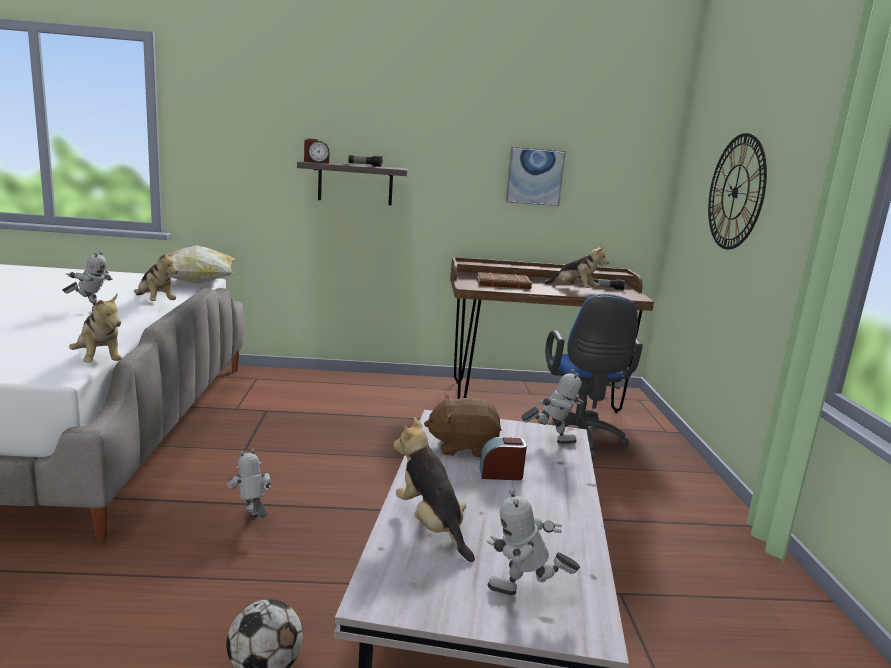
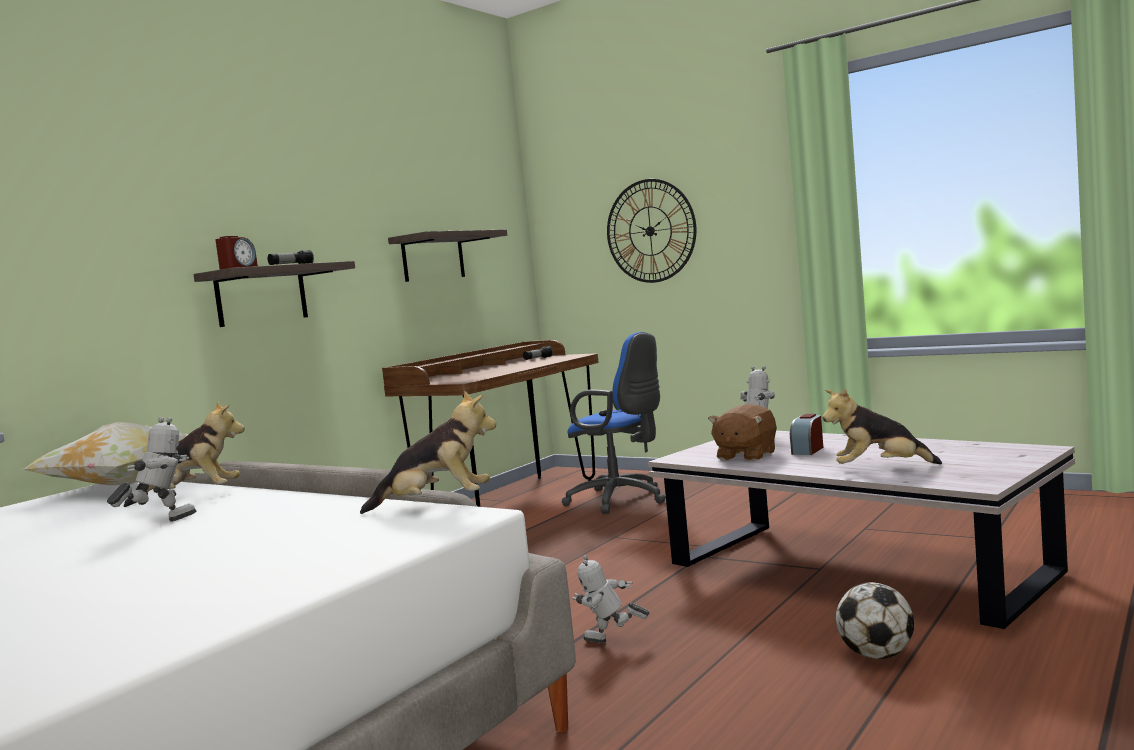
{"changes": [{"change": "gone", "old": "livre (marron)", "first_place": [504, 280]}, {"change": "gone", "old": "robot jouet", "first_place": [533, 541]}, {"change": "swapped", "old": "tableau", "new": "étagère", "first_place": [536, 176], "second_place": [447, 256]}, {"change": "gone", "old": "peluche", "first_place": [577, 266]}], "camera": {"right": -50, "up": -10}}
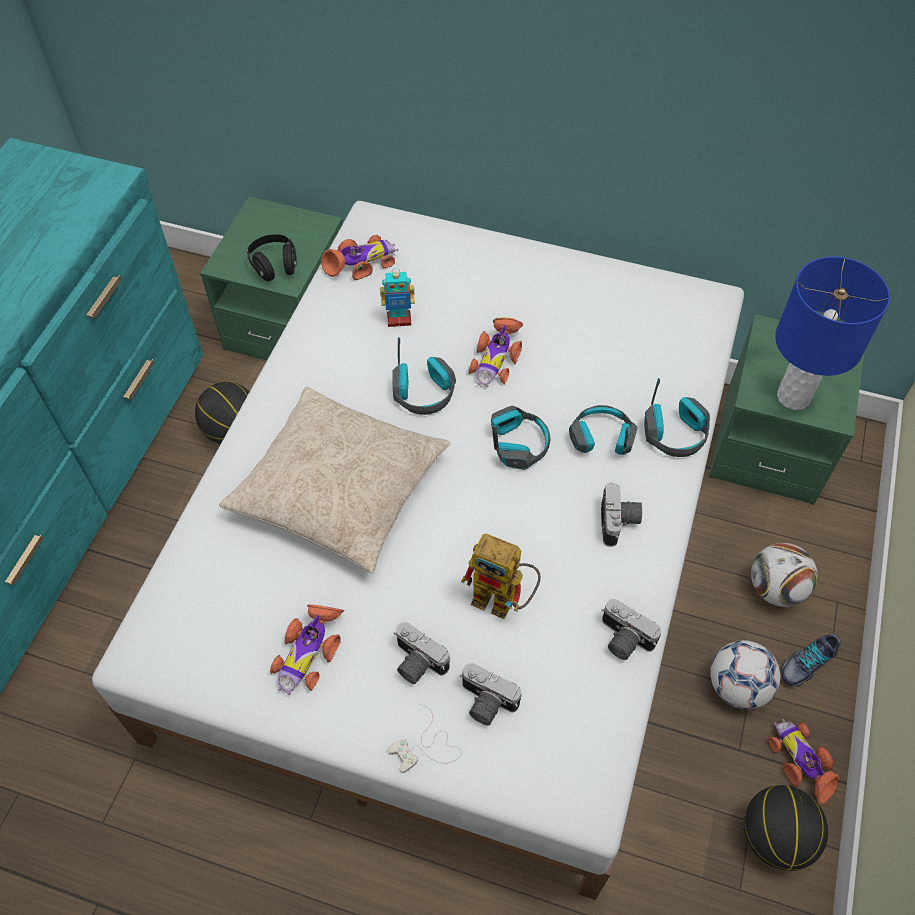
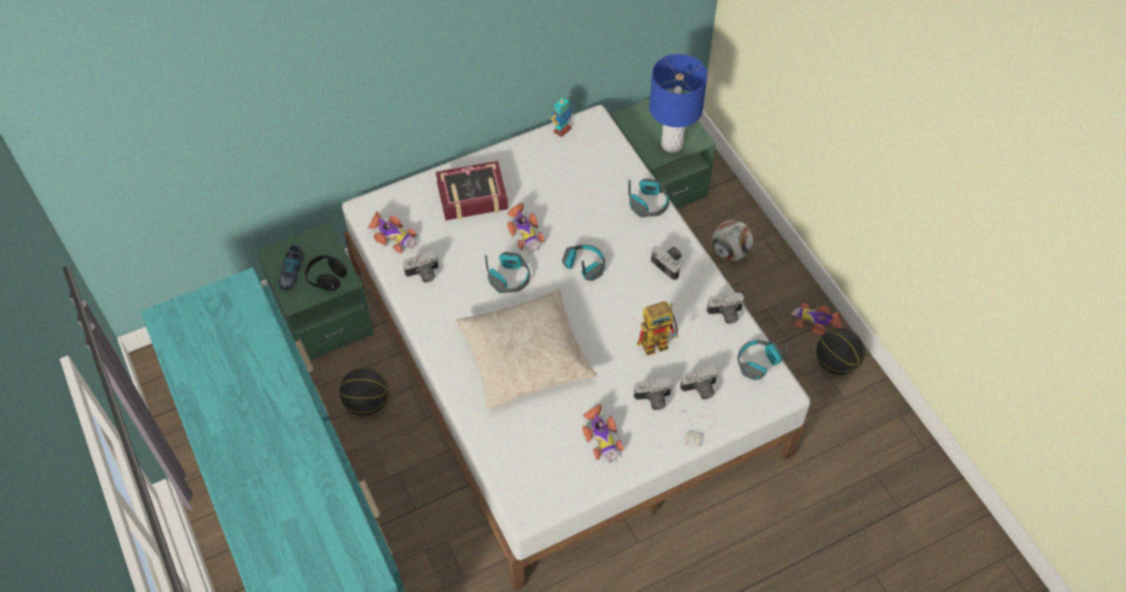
{"changes": [{"change": "rotated", "old": "petite voiture", "first_place": [360, 257], "second_place": [392, 232], "degrees": 105}, {"change": "shifted", "old": "robot jouet", "first_place": [397, 297], "second_place": [561, 117]}, {"change": "shifted", "old": "casque audio", "first_place": [603, 430], "second_place": [763, 360]}, {"change": "gone", "old": "ballon de foot", "first_place": [745, 674]}, {"change": "shifted", "old": "chaussure", "first_place": [811, 660], "second_place": [291, 267]}, {"change": "new", "new": "appareil photo", "second_place": [421, 266]}, {"change": "new", "new": "livre", "second_place": [472, 190]}], "camera": {"right": -45, "up": 0}}
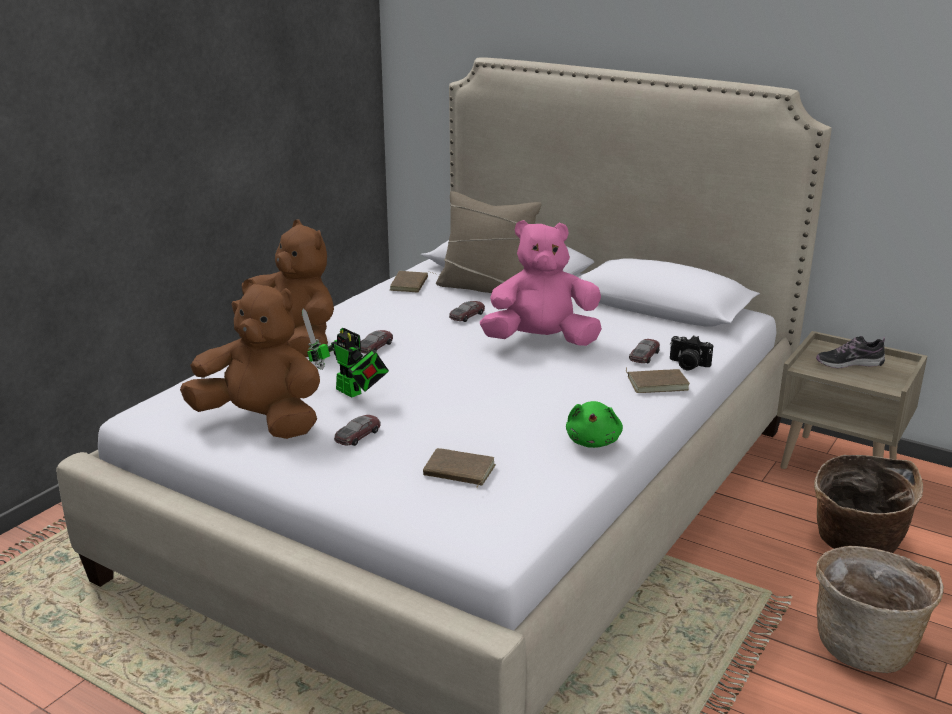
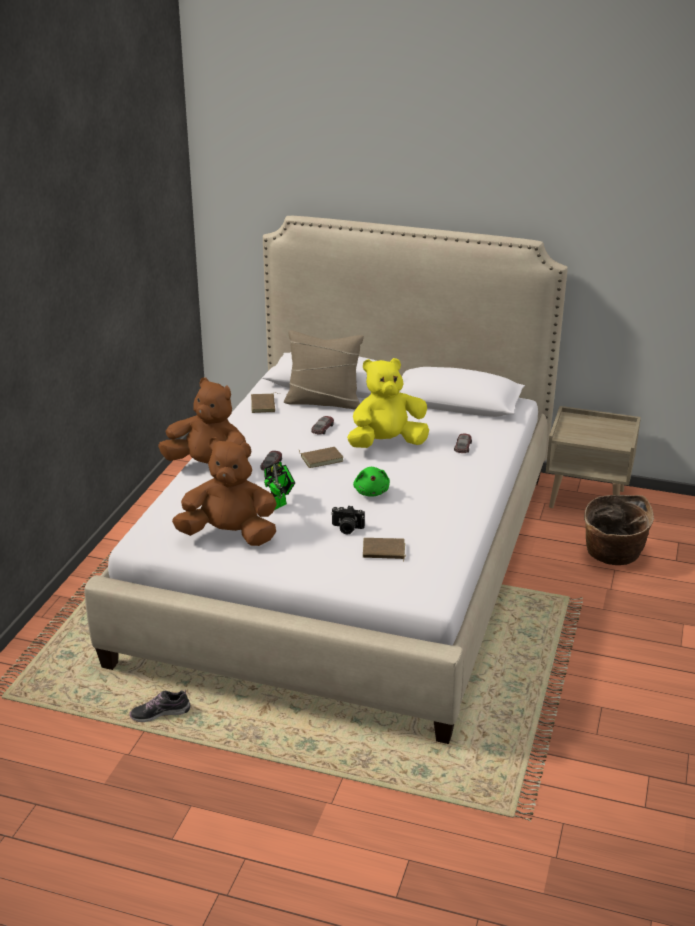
{"changes": [{"change": "rotated", "old": "robot jouet", "first_place": [345, 353], "second_place": [279, 485], "degrees": -75}, {"change": "gone", "old": "petite voiture", "first_place": [357, 430]}, {"change": "repainted", "old": "peluche (rose)", "new": "peluche (jaune)", "first_place": [541, 283], "second_place": [388, 403]}, {"change": "shifted", "old": "peluche (vert)", "first_place": [594, 424], "second_place": [371, 482]}, {"change": "shifted", "old": "livre (marron)", "first_place": [657, 380], "second_place": [321, 457]}, {"change": "shifted", "old": "appareil photo", "first_place": [691, 352], "second_place": [348, 520]}, {"change": "shifted", "old": "chaussure", "first_place": [850, 352], "second_place": [160, 706]}, {"change": "gone", "old": "panier", "first_place": [880, 609]}], "camera": {"right": -15, "up": 5}}
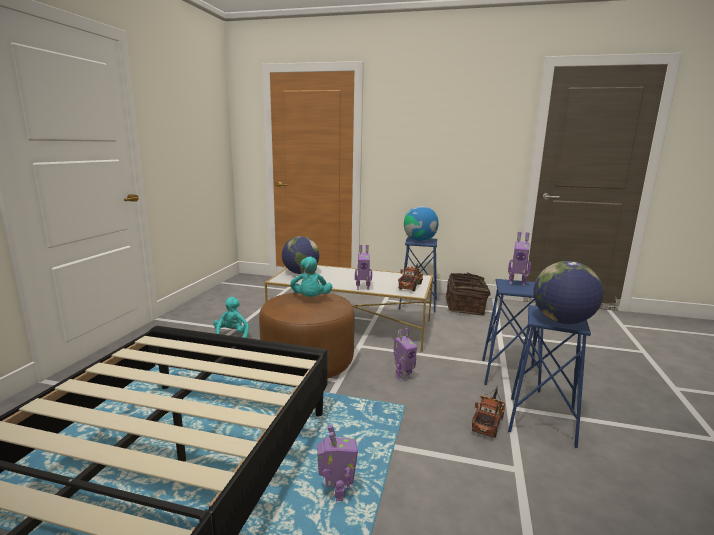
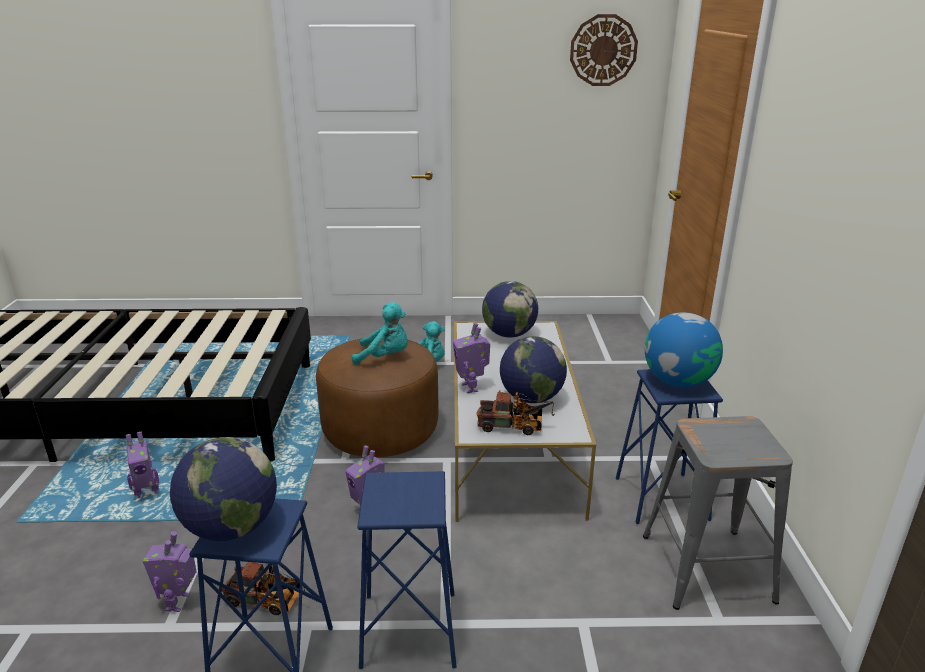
{"changes": [{"change": "rotated", "old": "peluche (turquoise)", "first_place": [311, 277], "second_place": [380, 333], "degrees": -150}, {"change": "swapped", "old": "panier", "new": "tabouret (gris)", "first_place": [468, 294], "second_place": [718, 513]}, {"change": "shifted", "old": "robot jouet", "first_place": [519, 259], "second_place": [169, 572]}, {"change": "new", "new": "globe", "second_place": [533, 369]}, {"change": "new", "new": "horloge murale", "second_place": [604, 50]}], "camera": {"right": 75, "up": 10}}
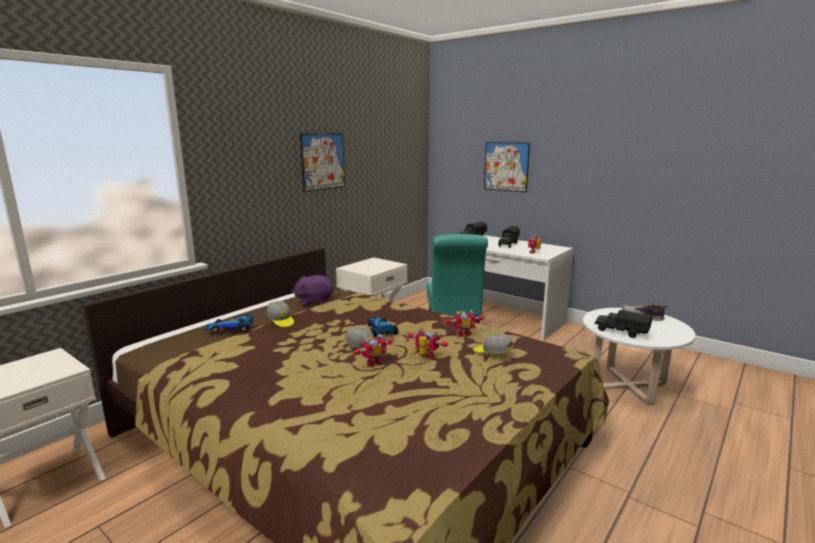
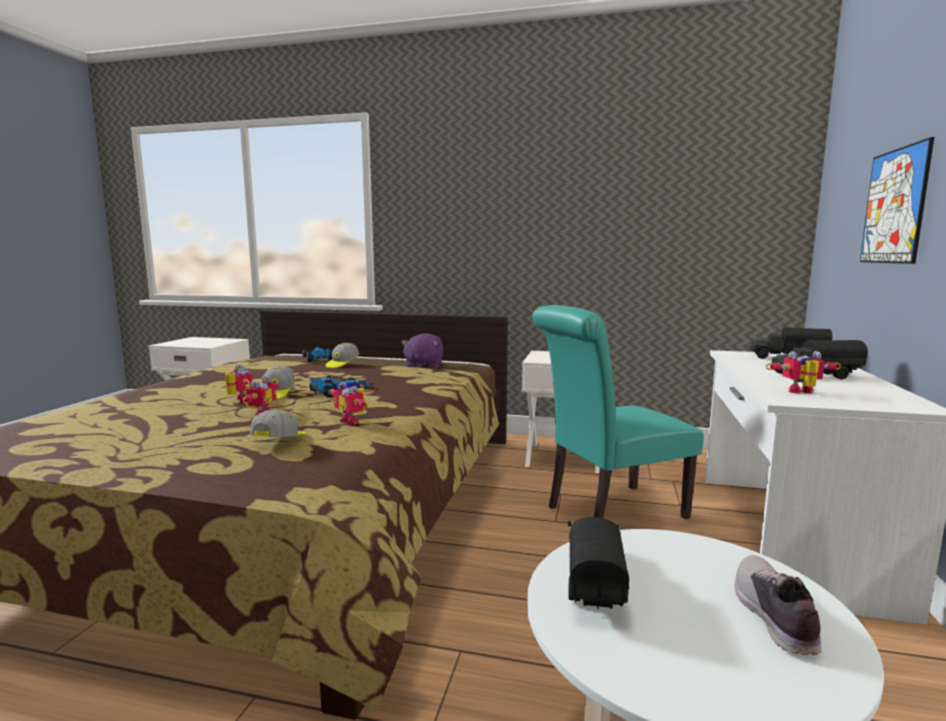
{"changes": [{"change": "rotated", "old": "peluche (violet)", "first_place": [313, 290], "second_place": [422, 351], "degrees": -135}, {"change": "gone", "old": "tableau", "first_place": [322, 163]}, {"change": "rotated", "old": "robot jouet", "first_place": [373, 350], "second_place": [239, 383], "degrees": -150}], "camera": {"right": 65, "up": -5}}
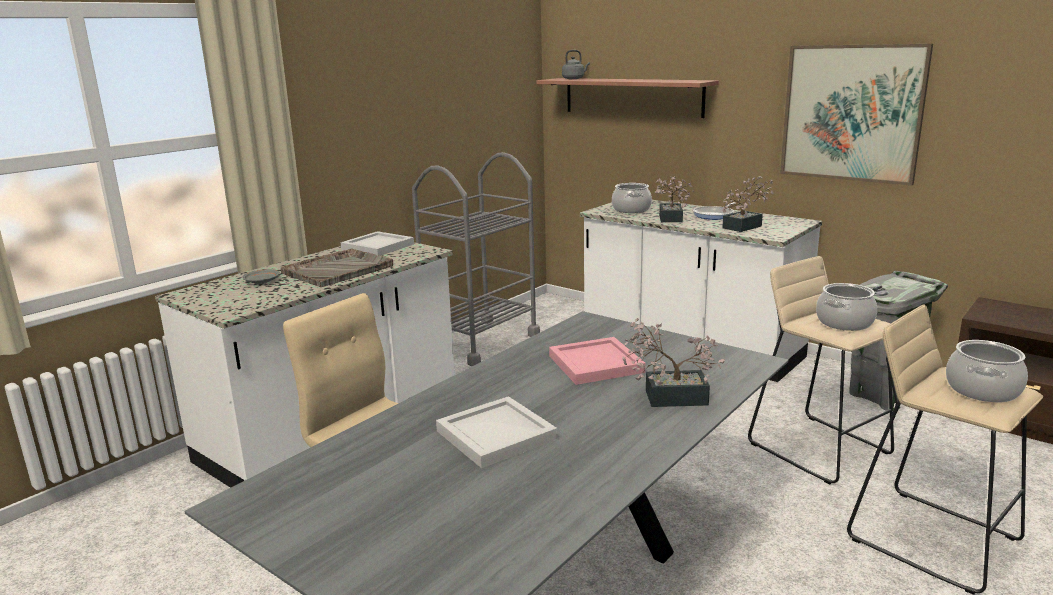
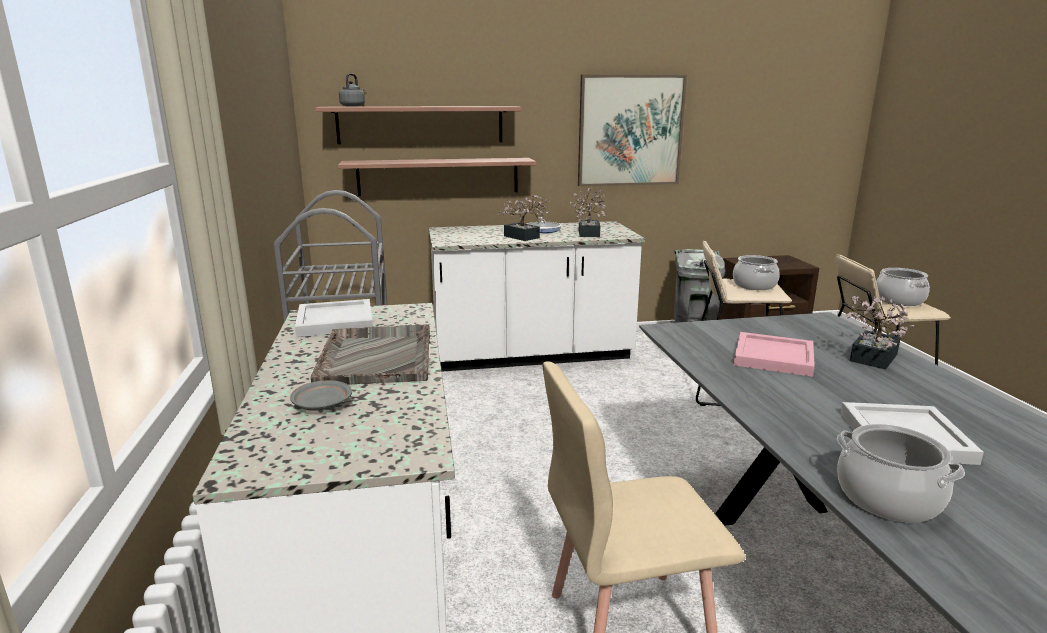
{"changes": [{"change": "shifted", "old": "marmite", "first_place": [632, 198], "second_place": [901, 473]}, {"change": "new", "new": "étagère", "second_place": [437, 177]}], "camera": {"right": -50, "up": 0}}
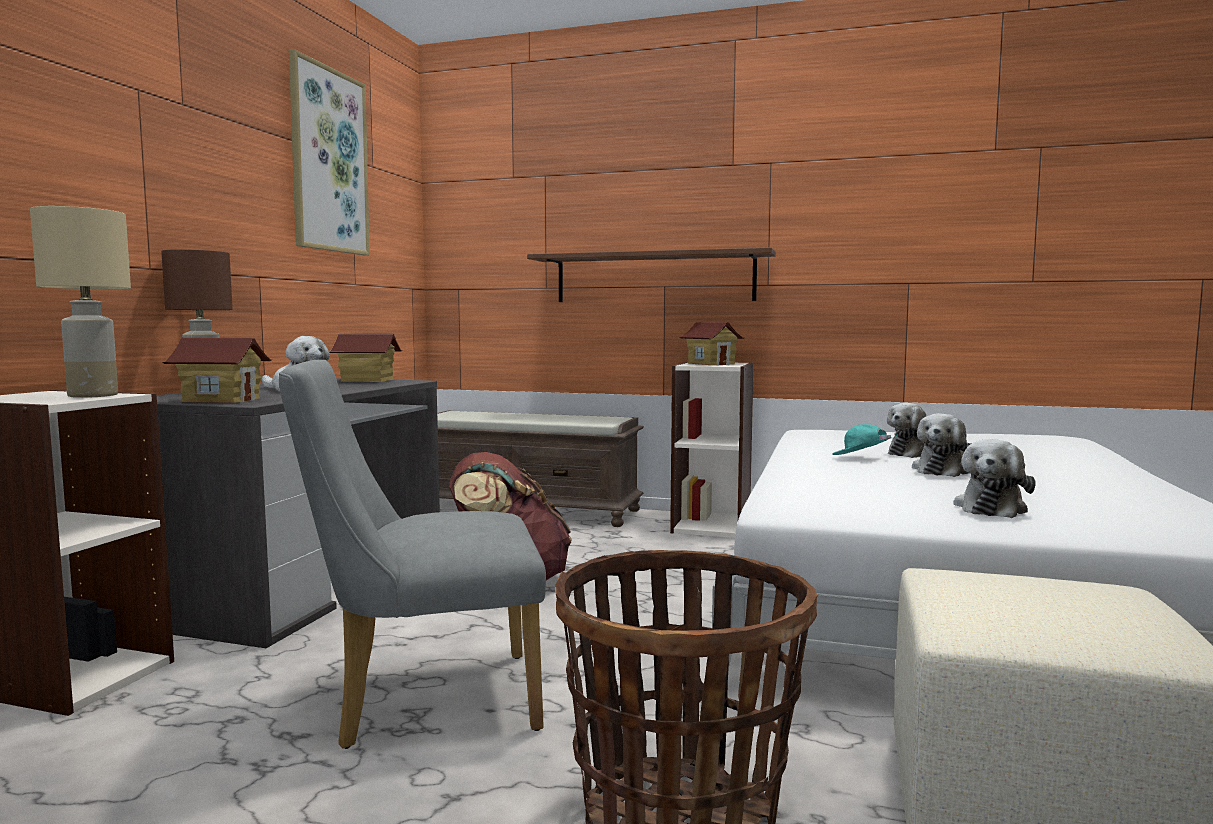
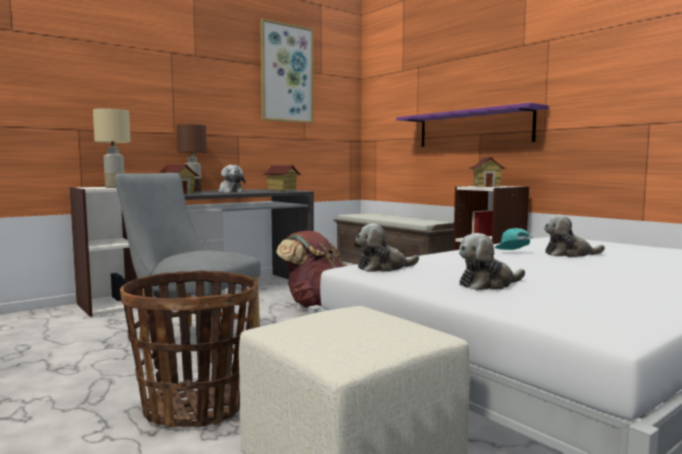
{"changes": [{"change": "repainted", "old": "étagère (marron)", "new": "étagère (violet)", "first_place": [651, 274], "second_place": [472, 125]}, {"change": "shifted", "old": "peluche", "first_place": [942, 445], "second_place": [387, 248]}], "camera": {"right": 35, "up": 0}}
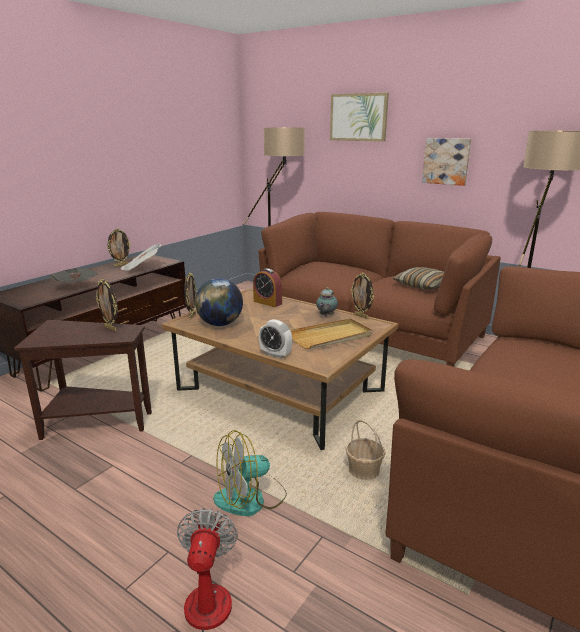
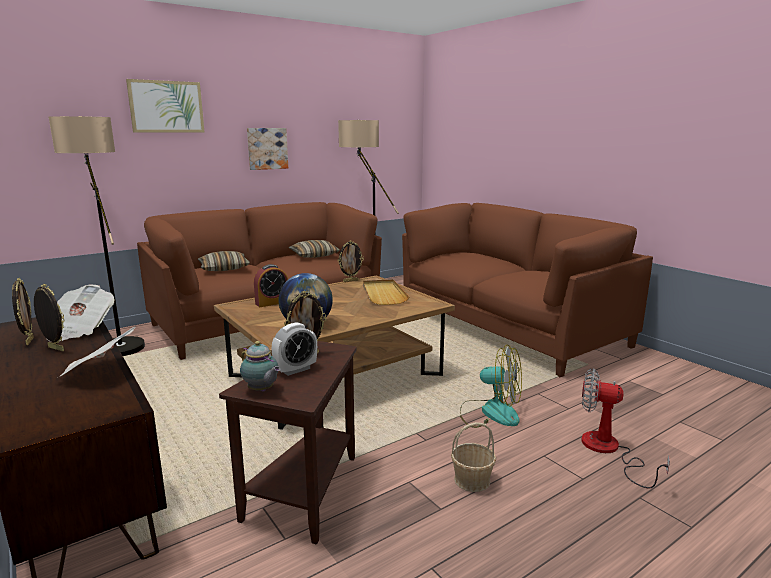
{"changes": [{"change": "shifted", "old": "cadre photo", "first_place": [190, 296], "second_place": [49, 317]}, {"change": "rotated", "old": "ventilateur", "first_place": [250, 473], "second_place": [491, 386], "degrees": -60}, {"change": "shifted", "old": "réveil", "first_place": [275, 338], "second_place": [294, 349]}, {"change": "shifted", "old": "théière", "first_place": [327, 302], "second_place": [260, 366]}, {"change": "shifted", "old": "panier", "first_place": [365, 449], "second_place": [473, 457]}, {"change": "new", "new": "coussin", "second_place": [224, 261]}], "camera": {"right": -70, "up": -5}}
